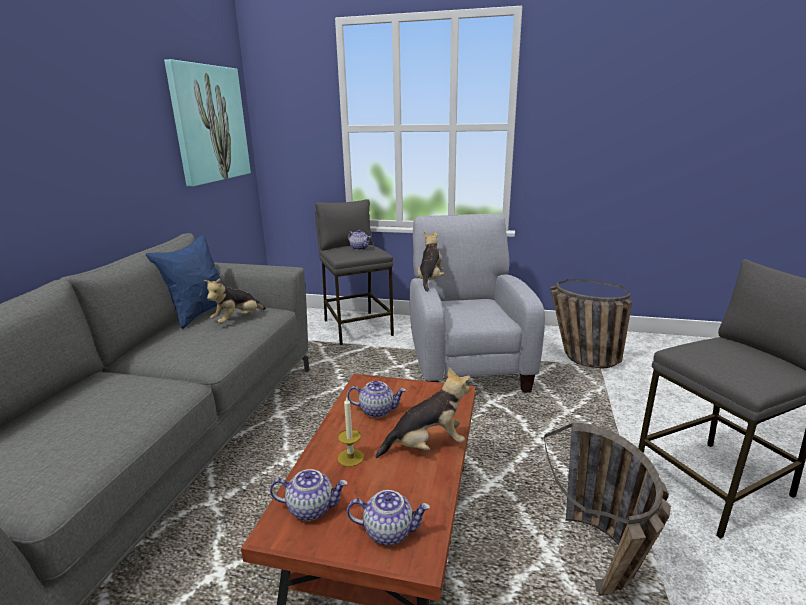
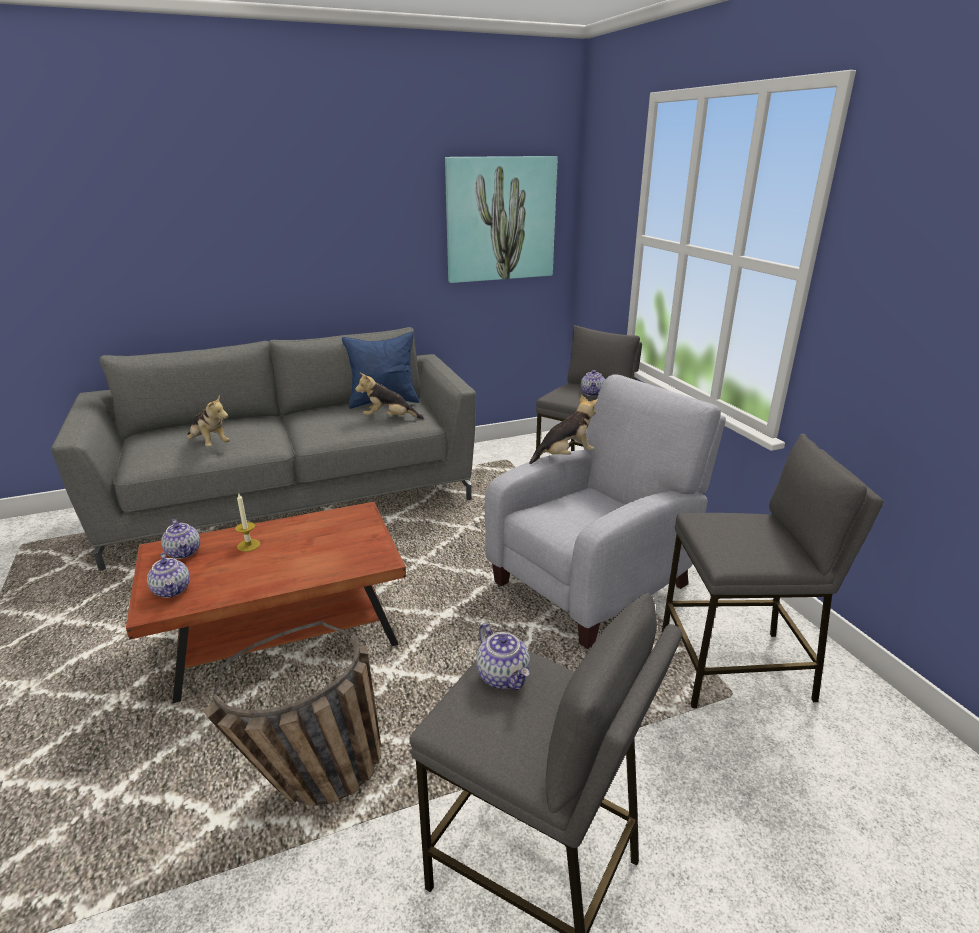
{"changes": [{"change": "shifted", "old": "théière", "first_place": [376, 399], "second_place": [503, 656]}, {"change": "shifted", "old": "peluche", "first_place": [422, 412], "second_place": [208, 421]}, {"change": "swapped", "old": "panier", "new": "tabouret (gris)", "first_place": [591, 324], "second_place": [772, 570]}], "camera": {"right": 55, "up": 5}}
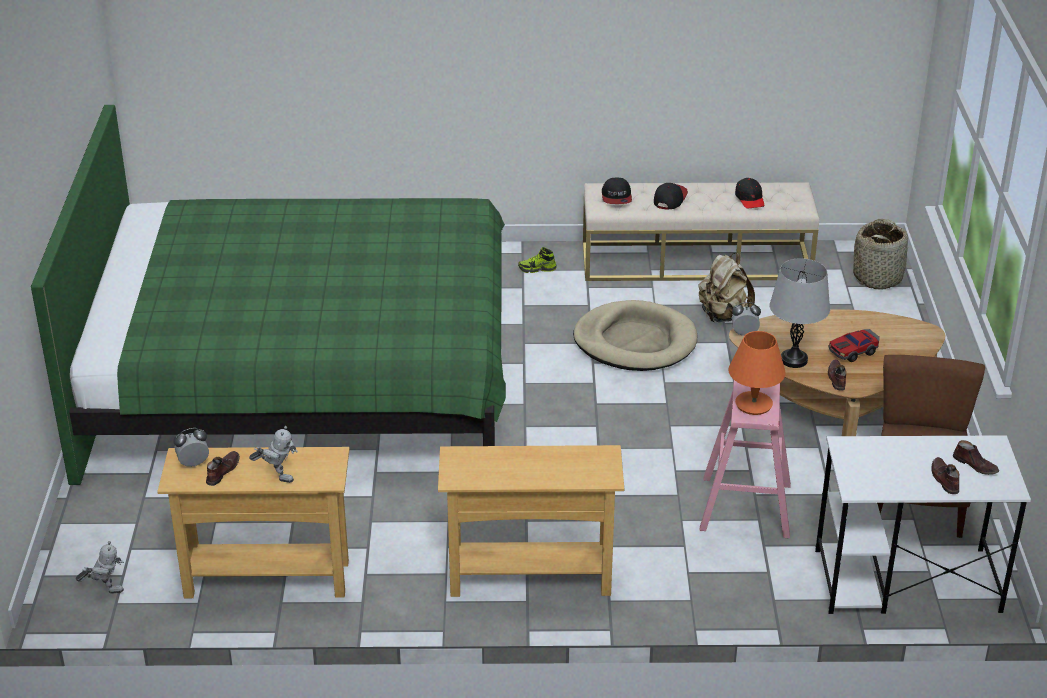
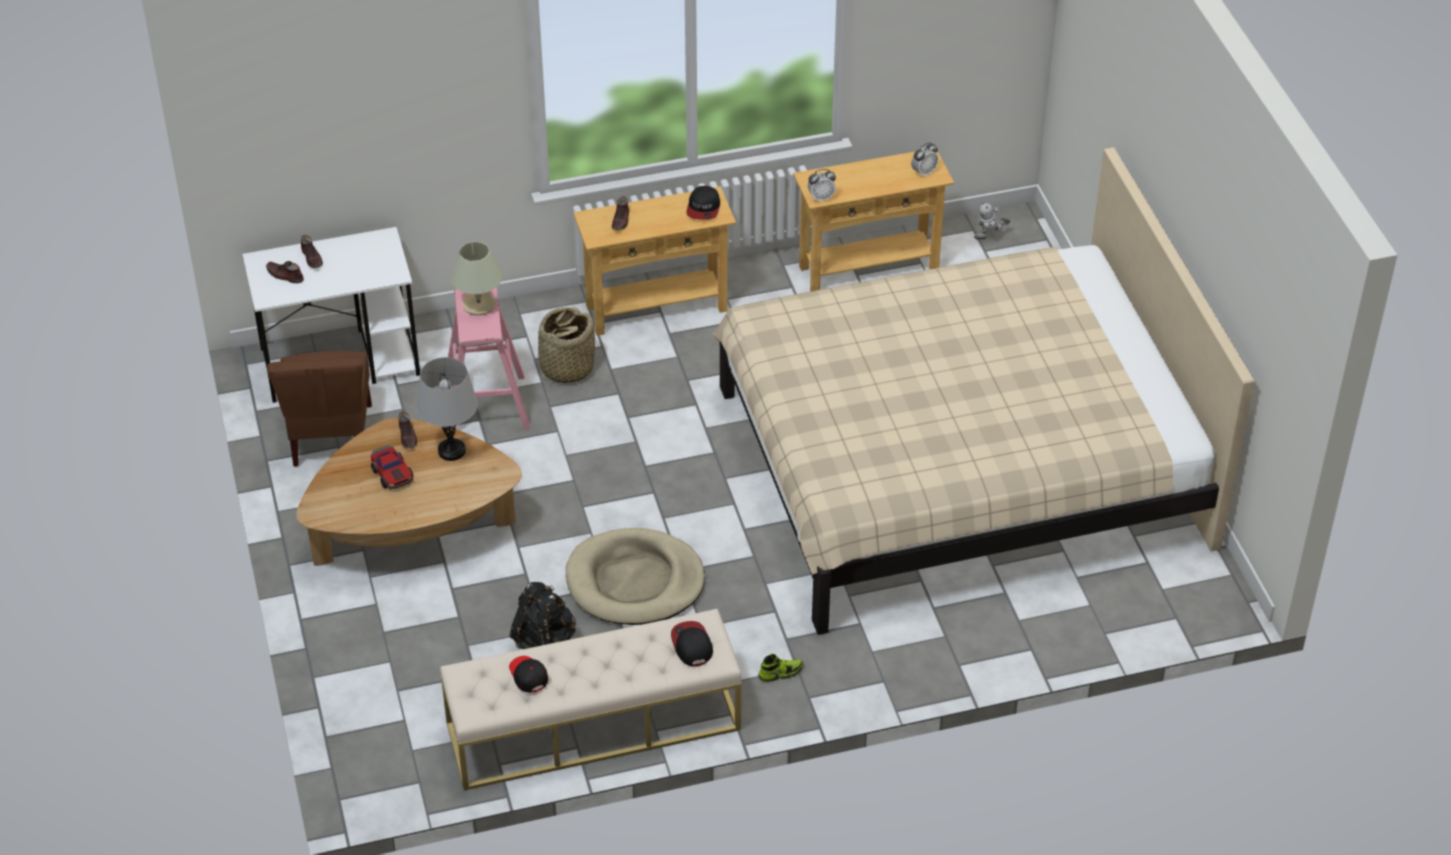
{"changes": [{"change": "repainted", "old": "lit (vert)", "new": "lit (beige)", "first_place": [268, 295], "second_place": [983, 391]}, {"change": "shifted", "old": "chaussure (marron)", "first_place": [223, 468], "second_place": [620, 213]}, {"change": "gone", "old": "robot jouet", "first_place": [273, 454]}, {"change": "shifted", "old": "casquette", "first_place": [671, 196], "second_place": [703, 203]}, {"change": "repainted", "old": "sac à dos (beige)", "new": "sac à dos (noir)", "first_place": [726, 287], "second_place": [542, 615]}, {"change": "repainted", "old": "lampe de table (orange)", "new": "lampe de table (beige)", "first_place": [757, 373], "second_place": [476, 278]}, {"change": "shifted", "old": "réveil", "first_place": [746, 319], "second_place": [822, 185]}, {"change": "rotated", "old": "petite voiture", "first_place": [854, 345], "second_place": [392, 467], "degrees": 105}, {"change": "shifted", "old": "panier", "first_place": [880, 254], "second_place": [566, 345]}], "camera": {"right": 165, "up": 10}}
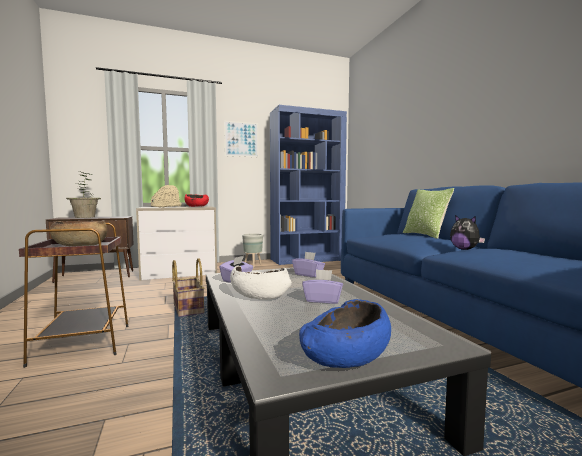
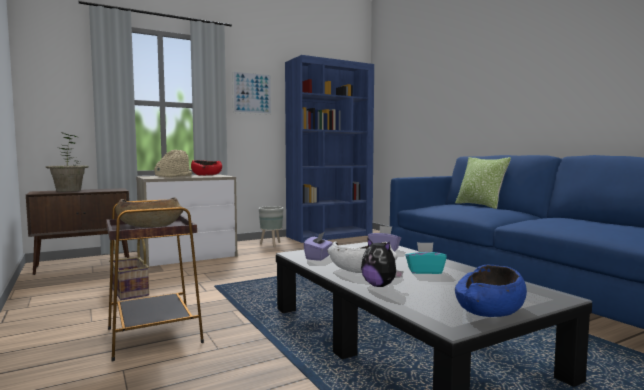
{"changes": [{"change": "shifted", "old": "panier", "first_place": [188, 287], "second_place": [129, 270]}, {"change": "repainted", "old": "boîte à mouchoirs (violet)", "new": "boîte à mouchoirs (turquoise)", "first_place": [322, 286], "second_place": [426, 258]}, {"change": "shifted", "old": "peluche", "first_place": [467, 232], "second_place": [382, 262]}], "camera": {"right": -10, "up": 0}}
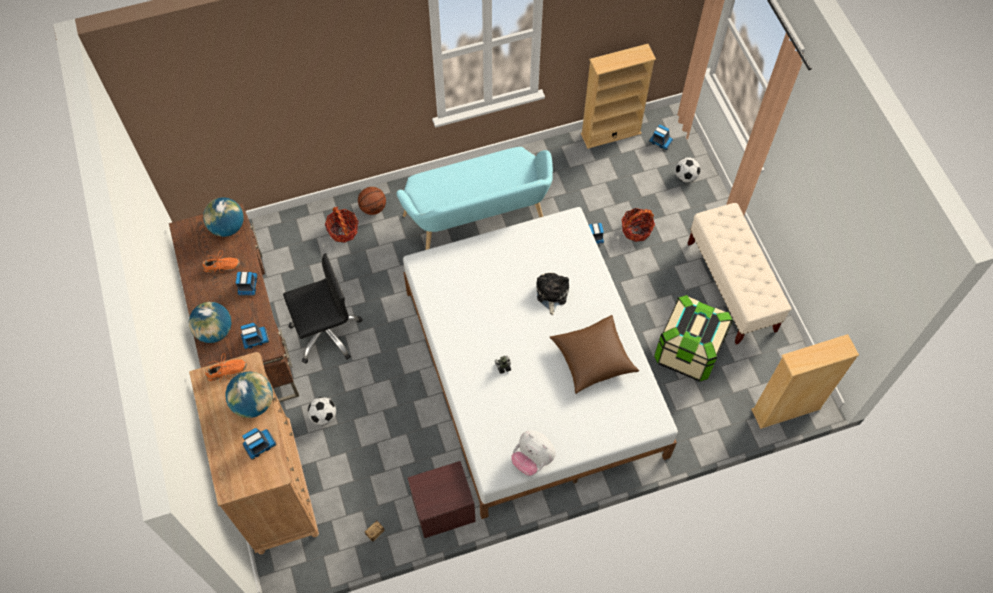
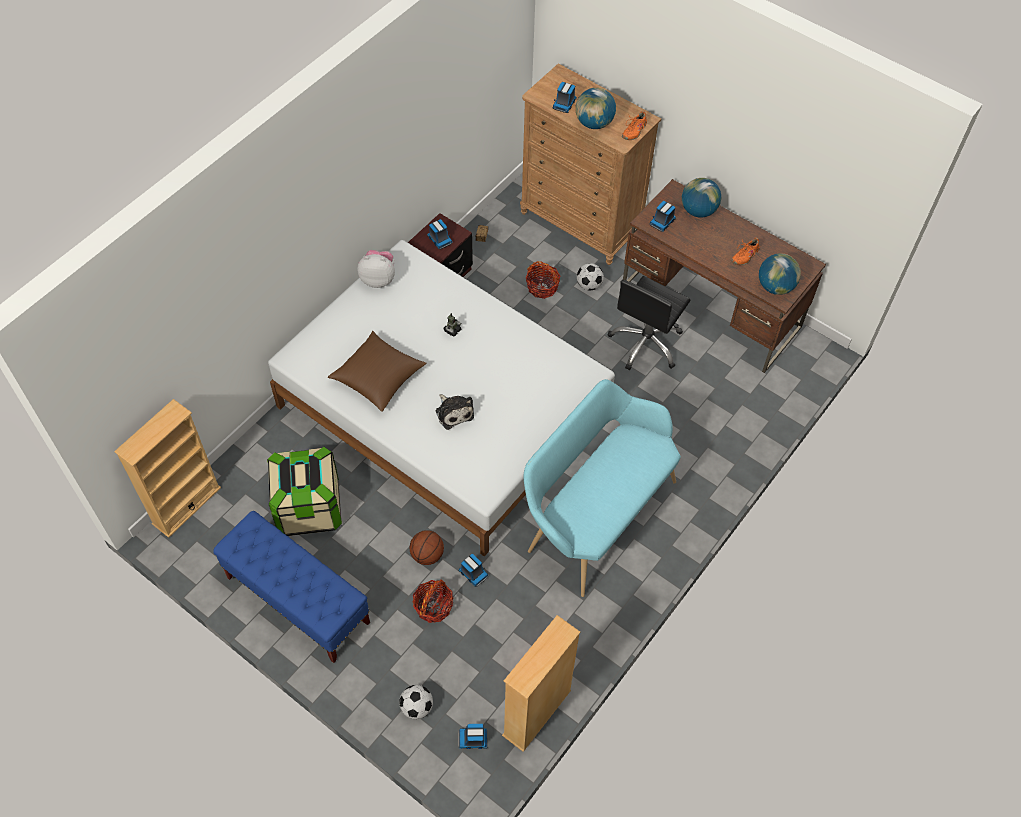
{"changes": [{"change": "shifted", "old": "camion jouet", "first_place": [247, 284], "second_place": [439, 234]}, {"change": "shifted", "old": "panier", "first_place": [341, 225], "second_place": [543, 280]}, {"change": "shifted", "old": "ballon de basket", "first_place": [372, 201], "second_place": [427, 547]}, {"change": "repainted", "old": "banc (beige)", "new": "banc (bleu)", "first_place": [740, 274], "second_place": [291, 587]}], "camera": {"right": 145, "up": -5}}
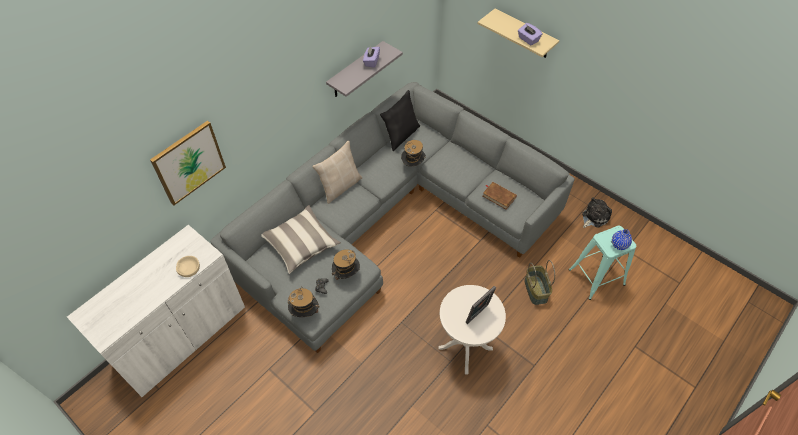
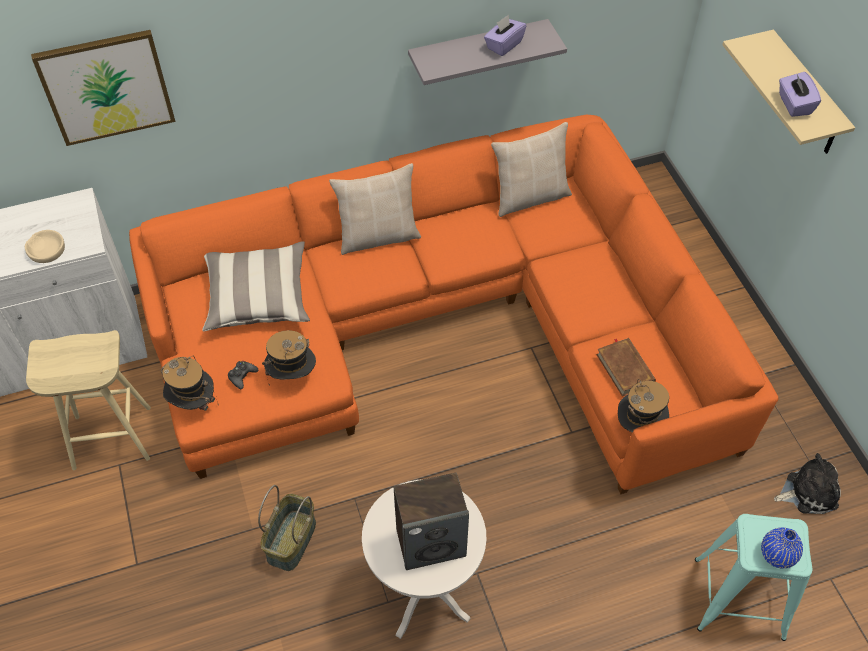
{"changes": [{"change": "repainted", "old": "canapé (gris)", "new": "canapé (orange)", "first_place": [392, 217], "second_place": [453, 304]}, {"change": "repainted", "old": "coussin (noir)", "new": "coussin (beige)", "first_place": [400, 120], "second_place": [531, 169]}, {"change": "shifted", "old": "chapeau", "first_place": [413, 153], "second_place": [643, 406]}, {"change": "swapped", "old": "cadre photo", "new": "enceinte", "first_place": [481, 305], "second_place": [431, 521]}, {"change": "shifted", "old": "panier", "first_place": [540, 282], "second_place": [287, 528]}, {"change": "new", "new": "tabouret (beige)", "second_place": [88, 400]}], "camera": {"right": 30, "up": 0}}
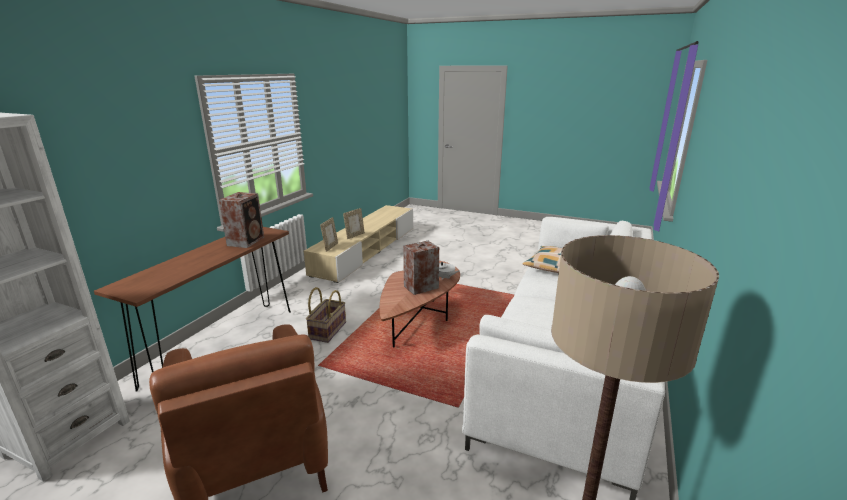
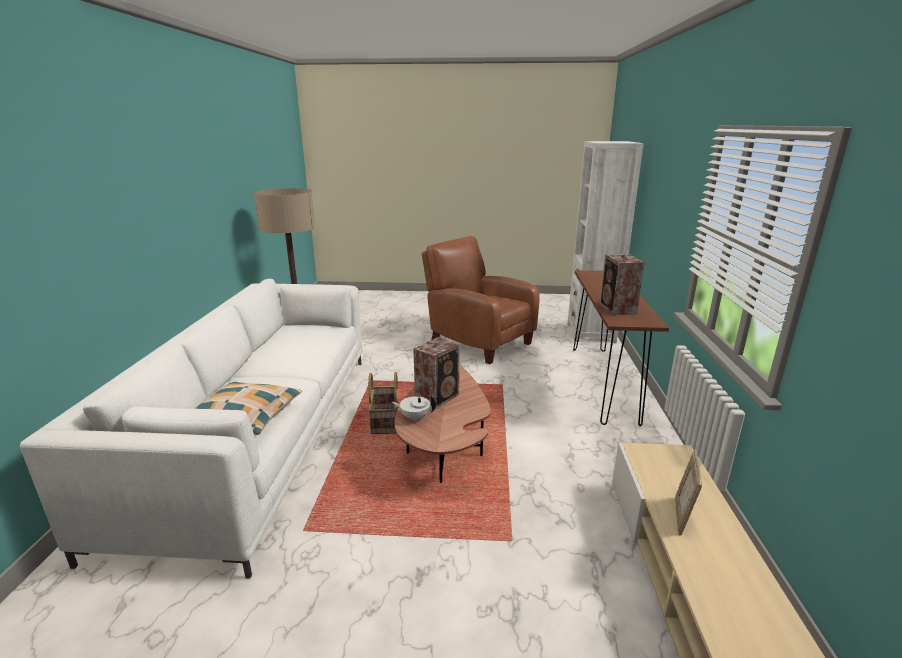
{"changes": [{"change": "shifted", "old": "panier", "first_place": [326, 315], "second_place": [383, 403]}, {"change": "gone", "old": "cadre photo", "first_place": [329, 234]}], "camera": {"right": 160, "up": 0}}
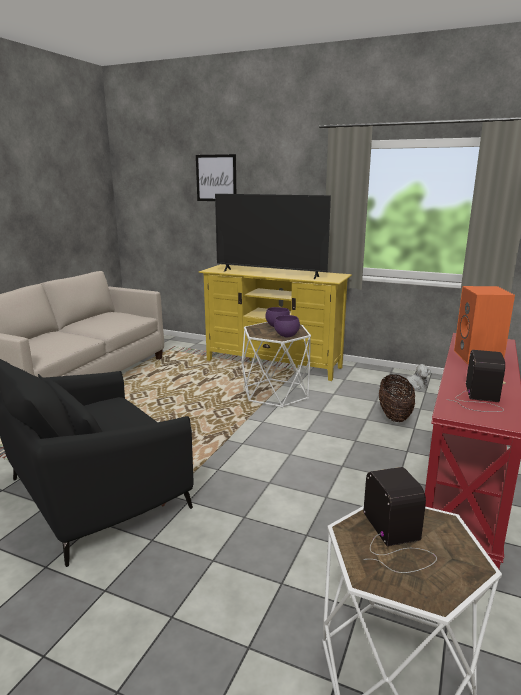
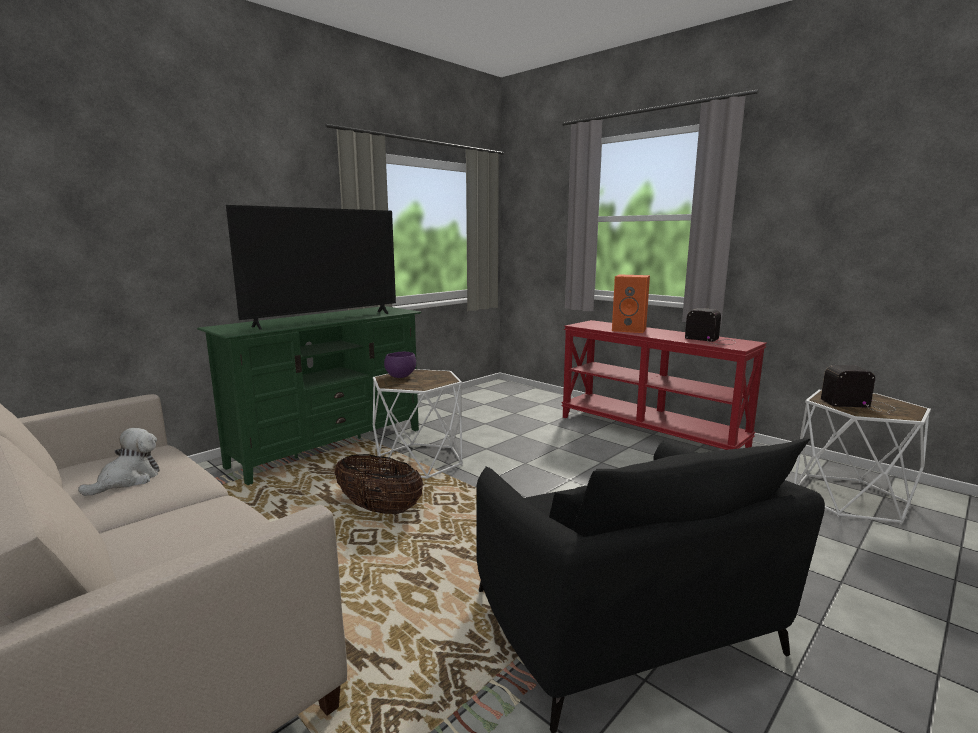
{"changes": [{"change": "gone", "old": "tableau", "first_place": [216, 177]}, {"change": "repainted", "old": "meuble télé (jaune)", "new": "meuble télé (vert)", "first_place": [275, 322], "second_place": [309, 395]}, {"change": "gone", "old": "bol (violet)", "first_place": [287, 326]}, {"change": "shifted", "old": "panier", "first_place": [397, 398], "second_place": [378, 484]}, {"change": "shifted", "old": "peluche", "first_place": [413, 377], "second_place": [119, 462]}], "camera": {"right": -70, "up": -5}}
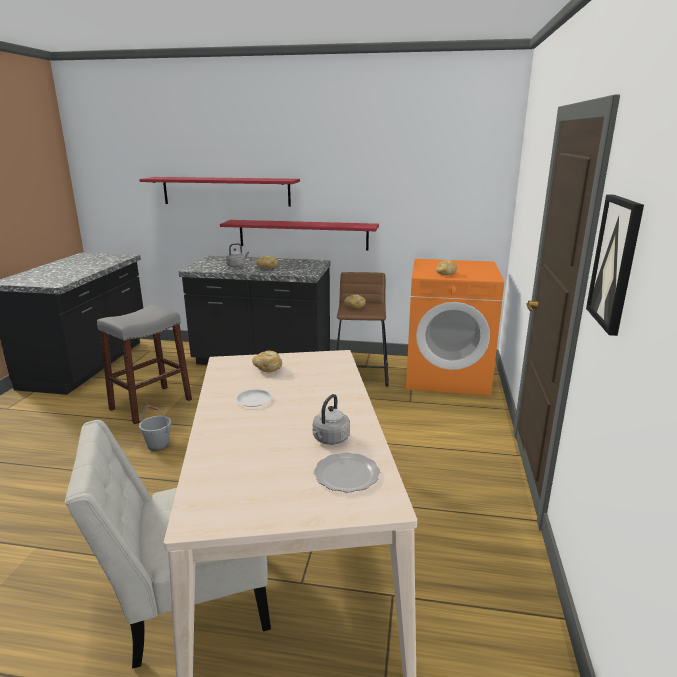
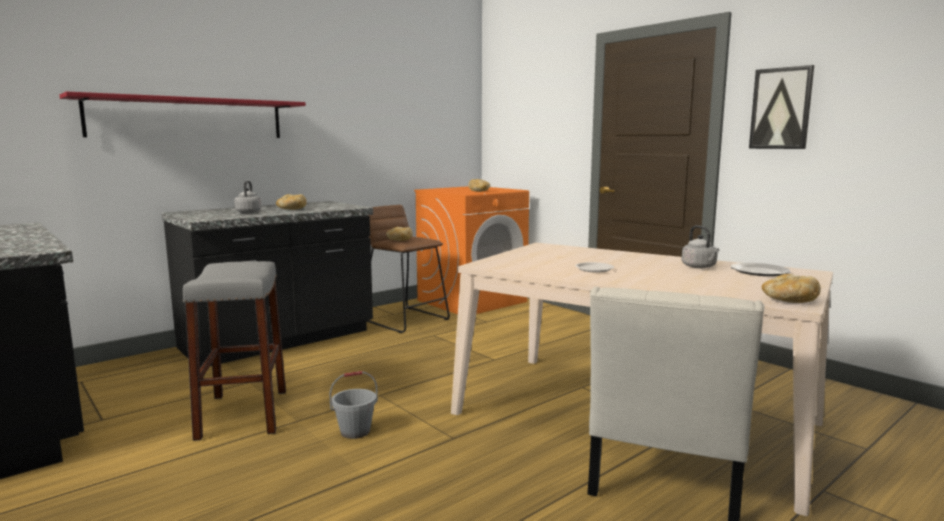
{"changes": [{"change": "gone", "old": "étagère (rouge)", "first_place": [299, 235]}, {"change": "shifted", "old": "pain", "first_place": [267, 362], "second_place": [791, 288]}], "camera": {"right": -50, "up": -10}}
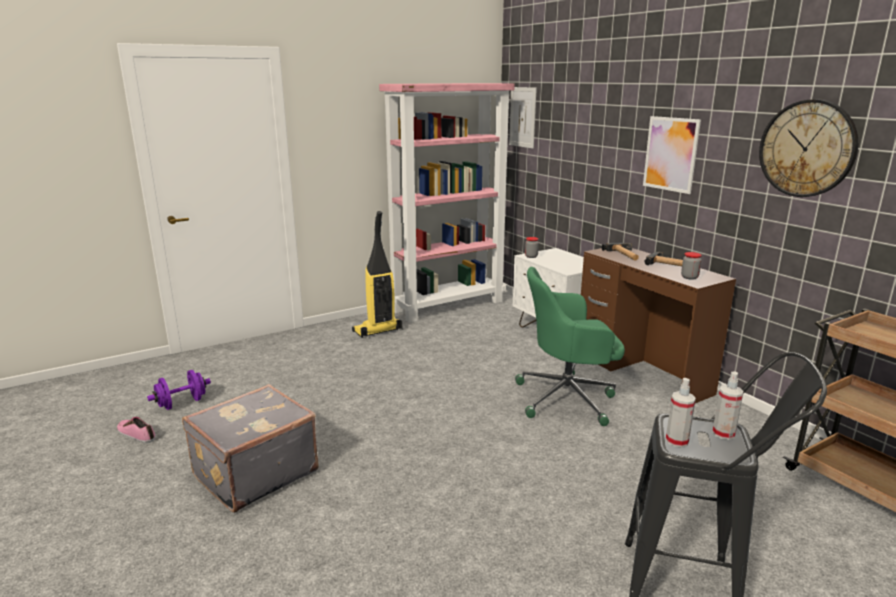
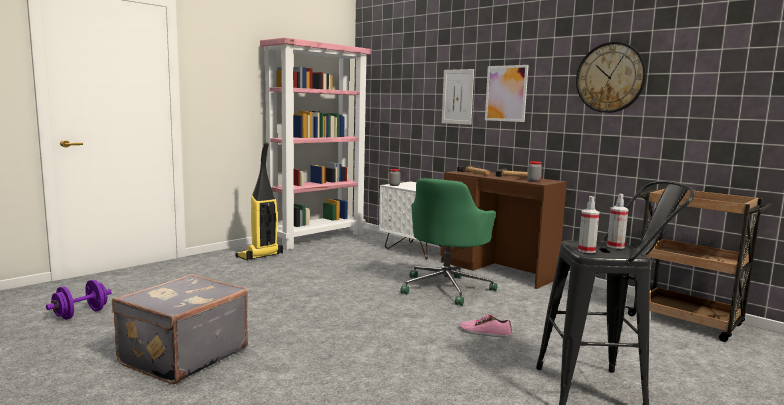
{"changes": [{"change": "shifted", "old": "chaussure", "first_place": [136, 430], "second_place": [485, 326]}, {"change": "shifted", "old": "tableau", "first_place": [523, 118], "second_place": [458, 97]}, {"change": "rotated", "old": "chaise de bureau (vert)", "first_place": [570, 346], "second_place": [448, 242], "degrees": -45}], "camera": {"right": -15, "up": -10}}
